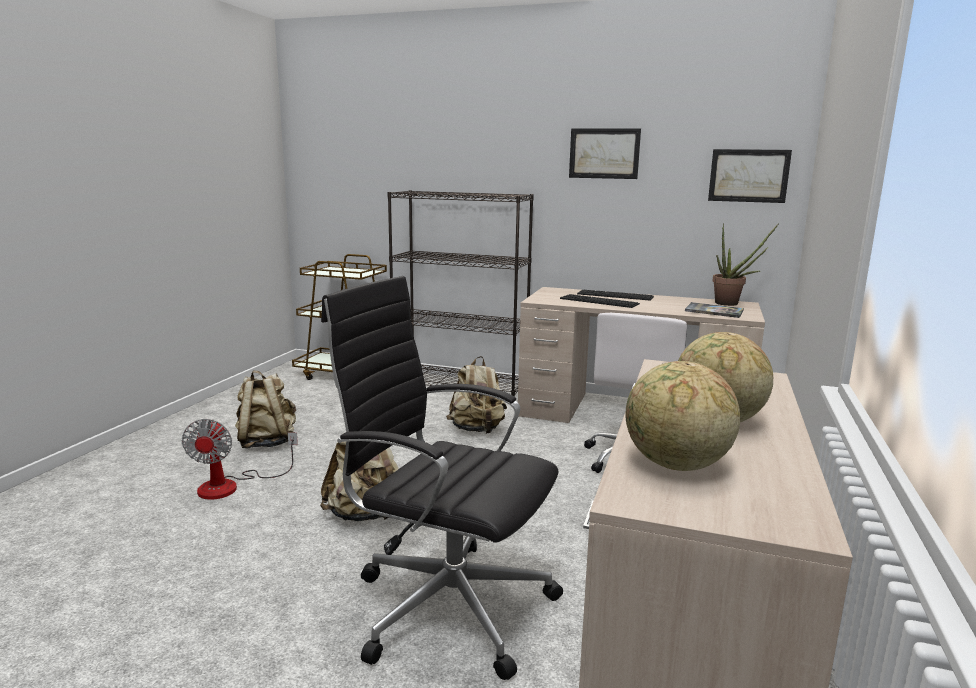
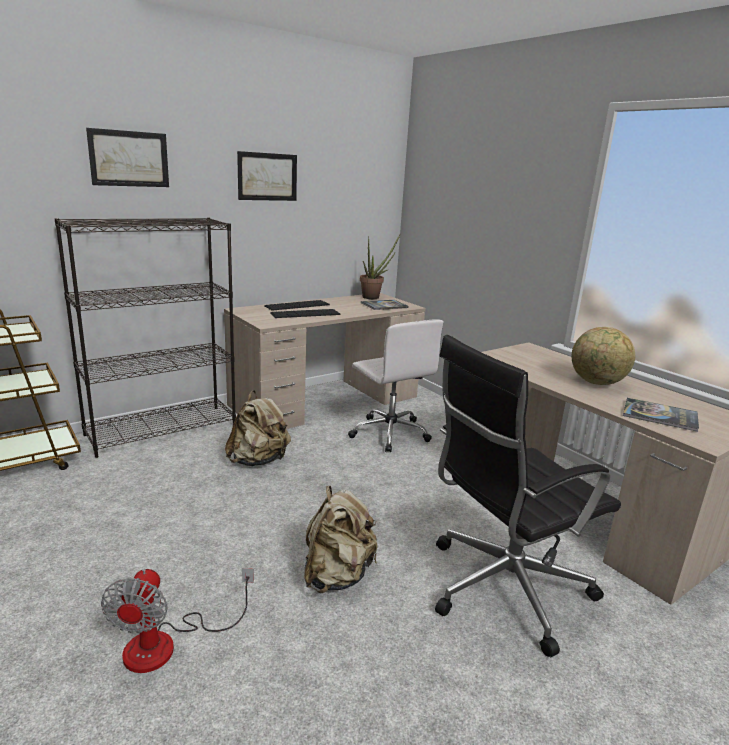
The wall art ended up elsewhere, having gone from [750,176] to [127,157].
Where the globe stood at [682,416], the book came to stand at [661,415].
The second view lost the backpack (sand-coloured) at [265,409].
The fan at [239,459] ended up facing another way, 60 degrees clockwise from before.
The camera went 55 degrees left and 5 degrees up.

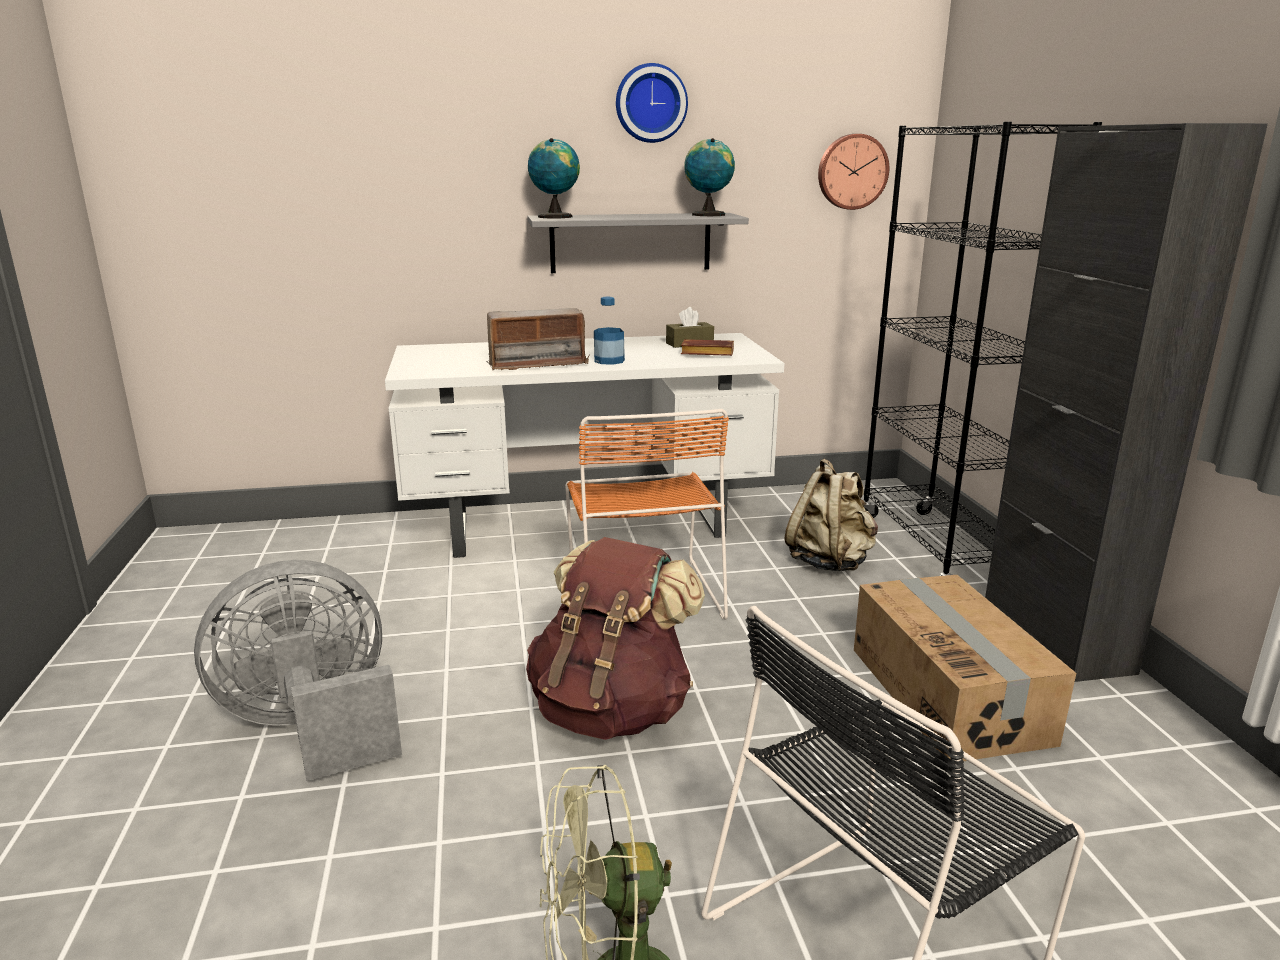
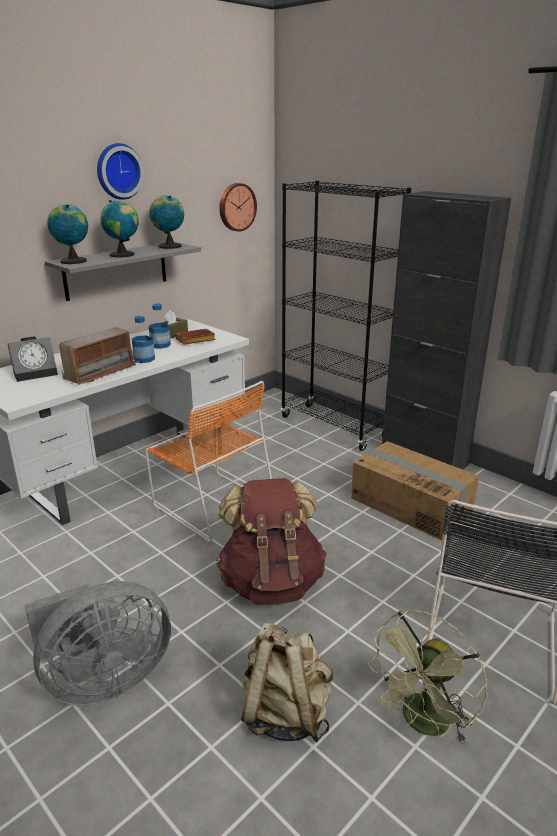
The backpack (sand-coloured) ended up elsewhere, having gone from [831,515] to [287,682].
The fan (gray) at [298,670] ended up facing another way, 150 degrees counterclockwise from before.
The second view gained the globe at [119,228].
The second view gained the bottle at [160,326].
The second view gained the alarm clock at [33,359].
The camera went 35 degrees left and 5 degrees up.

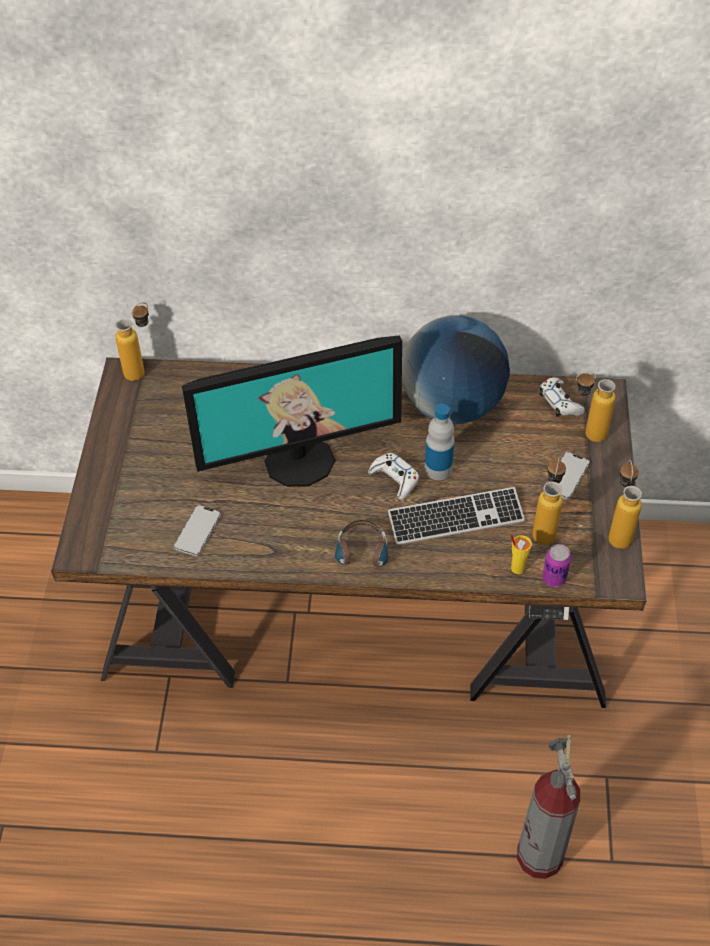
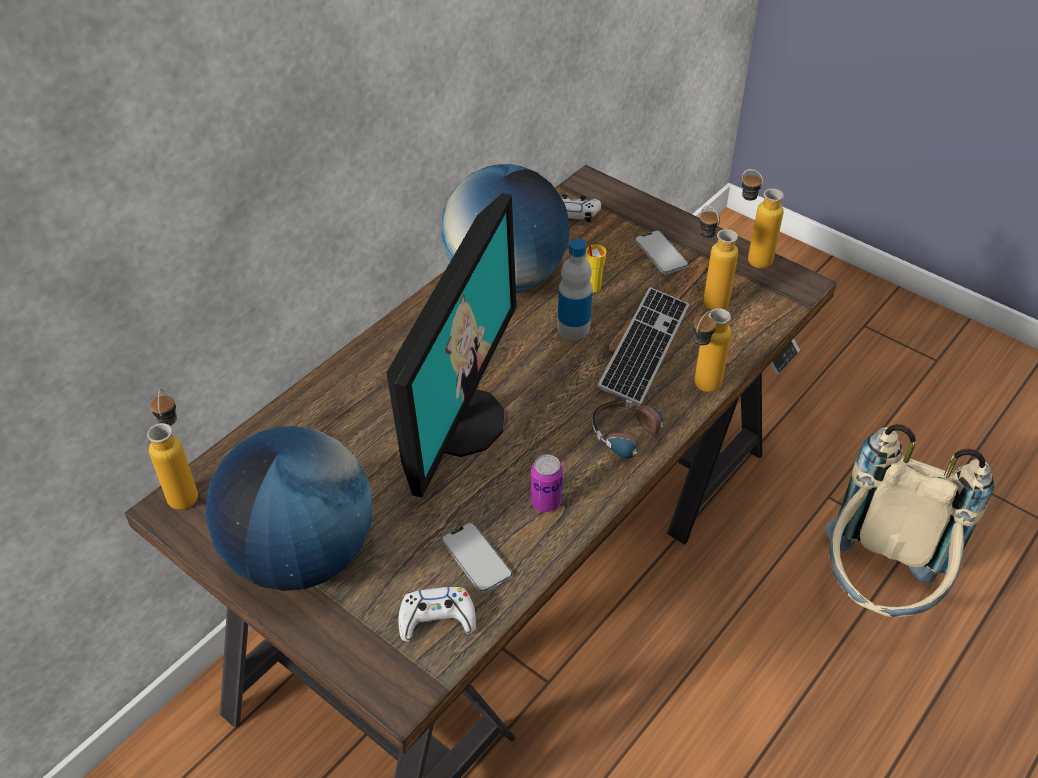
The bottle ended up elsewhere, having gone from [596,407] to [712,350].
The joypad (white) ended up elsewhere, having gone from [393,476] to [437,614].
The small cup (yellow) ended up elsewhere, having gone from [521,554] to [596,268].
The can ended up elsewhere, having gone from [556,565] to [547,483].
Where the extinguisher stood at [548,806], the backpack (sand-coloured) came to stand at [910,520].
The second view gained the globe at [288,508].
The camera went 55 degrees left and 5 degrees down.

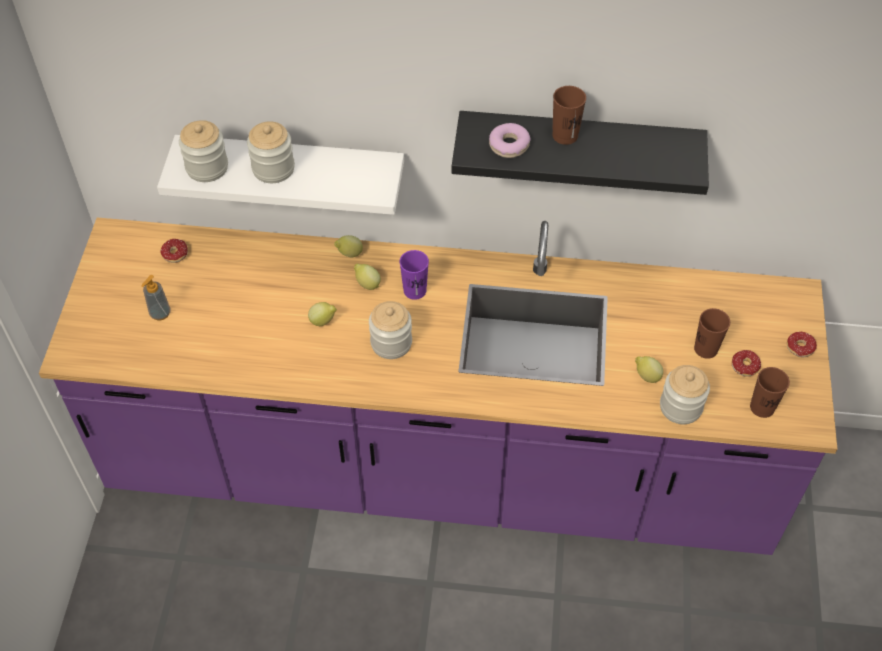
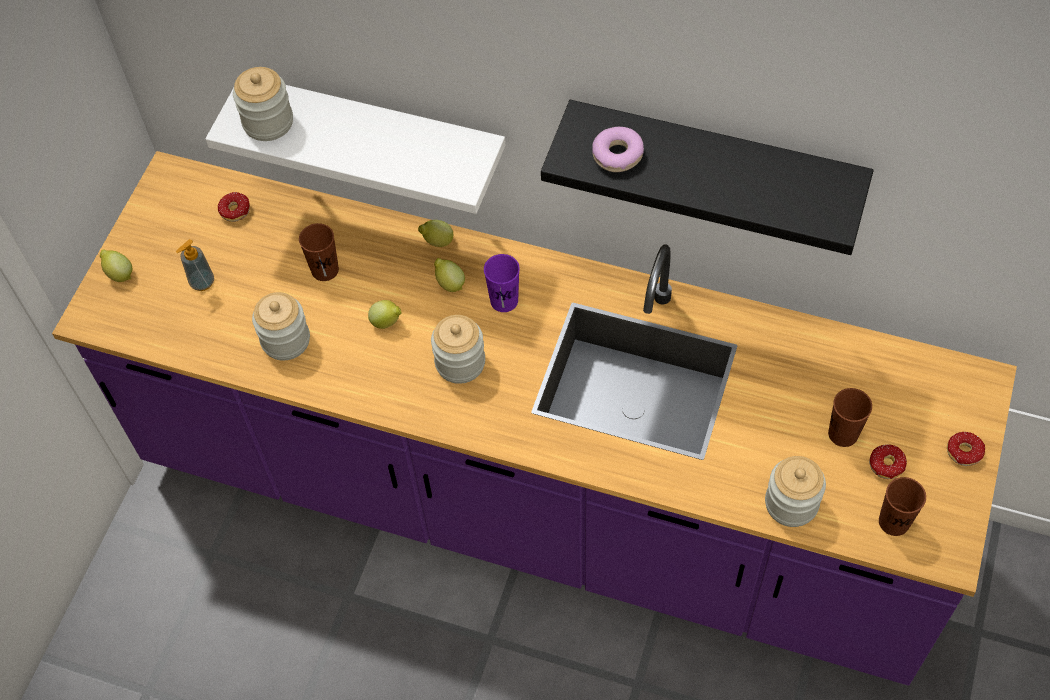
The small cup (brown) ended up elsewhere, having gone from [569,115] to [319,252].
The storage jar ended up elsewhere, having gone from [271,152] to [281,326].
The citrus fruit ended up elsewhere, having gone from [649,369] to [116,265].
The camera went 15 degrees right and 5 degrees up.

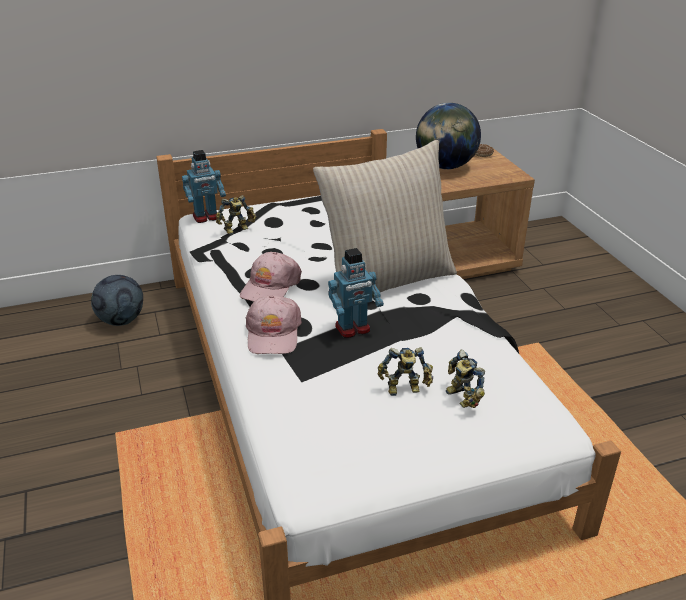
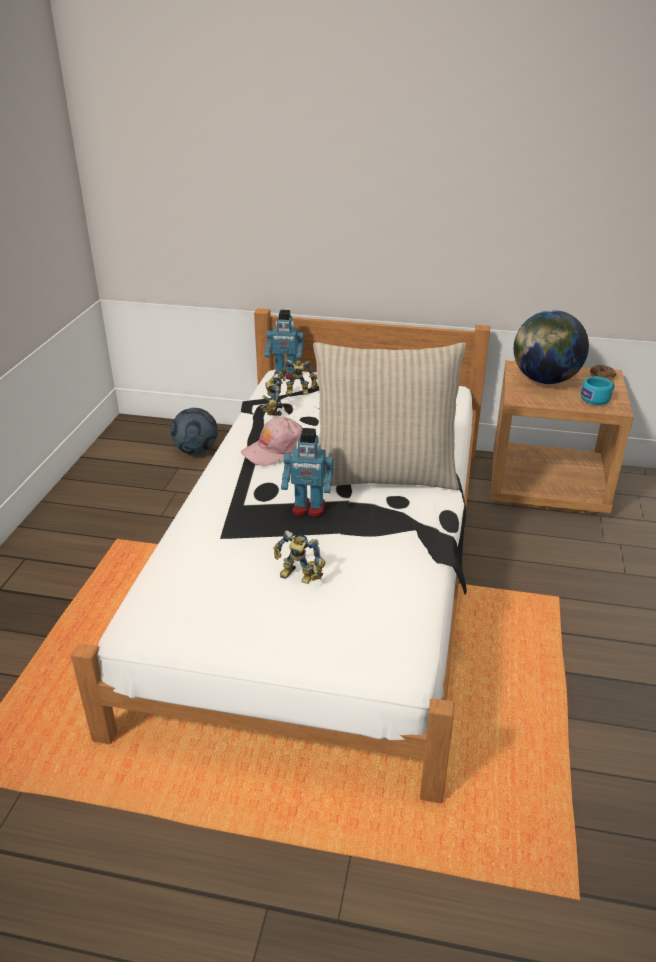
The second view lost the cap (pink) at [273,324].
The toy robot ended up elsewhere, having gone from [465,379] to [272,394].
The second view gained the small cup (blue-green) at [597,391].
The camera went 30 degrees right and 0 degrees up.

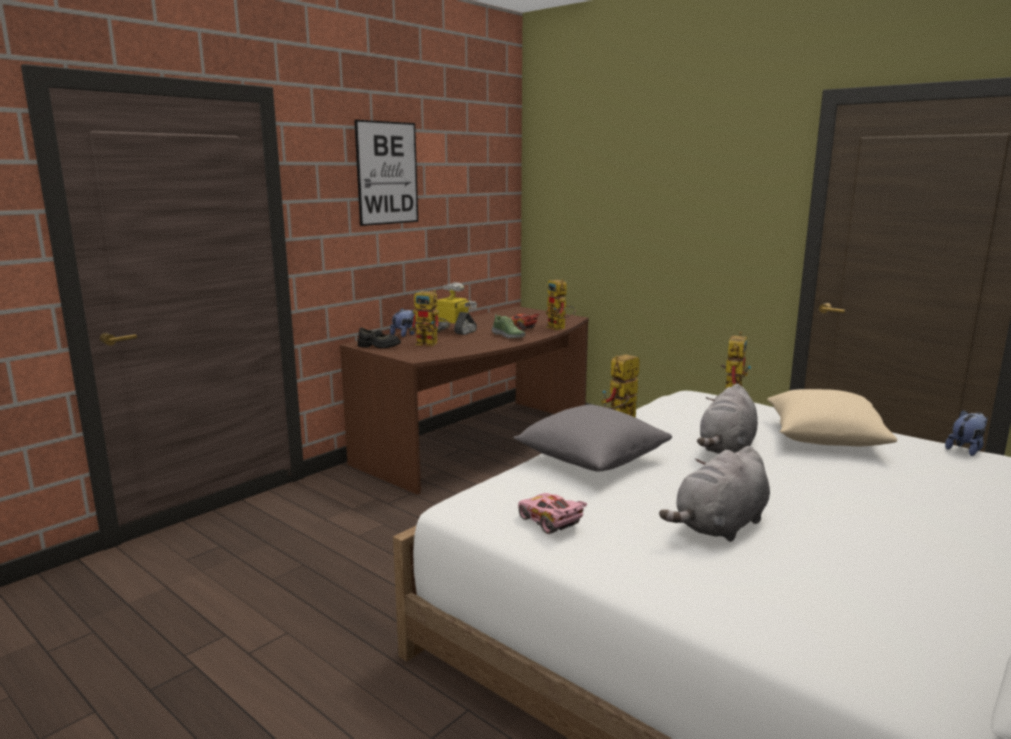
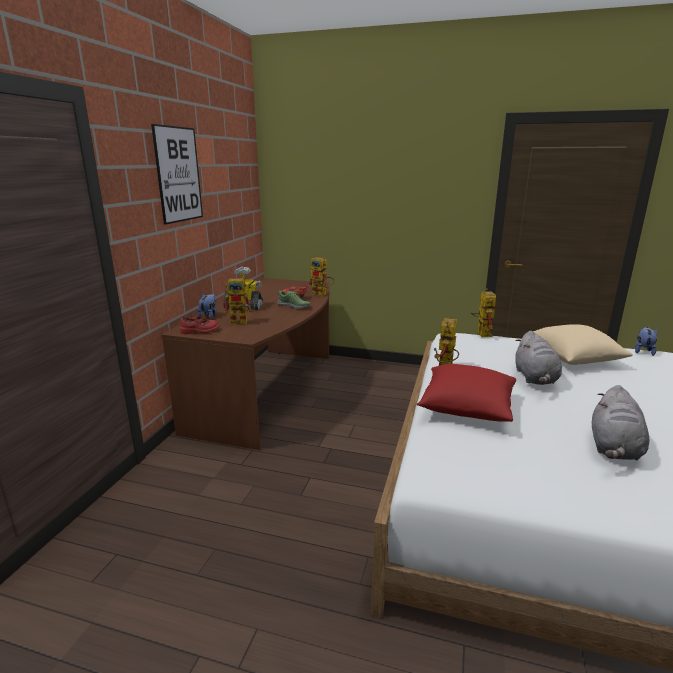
What was the shoe (black) at [379,338] turned into the shoe (red-coloured) at [200,325].
What was the pillow (gray) at [592,438] turned into the pillow (red-coloured) at [466,393].
The second view lost the model car (pink) at [552,513].
The camera went 25 degrees left and 5 degrees up.

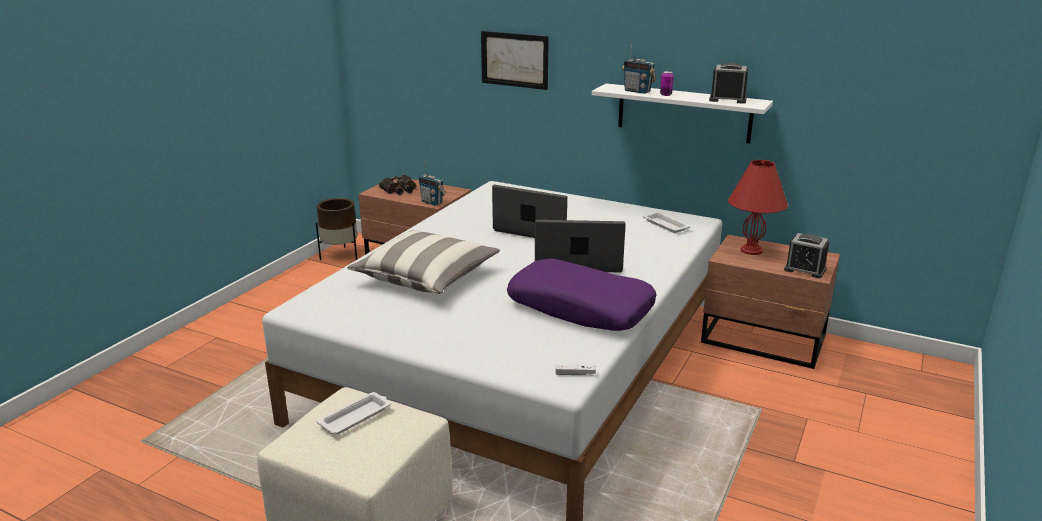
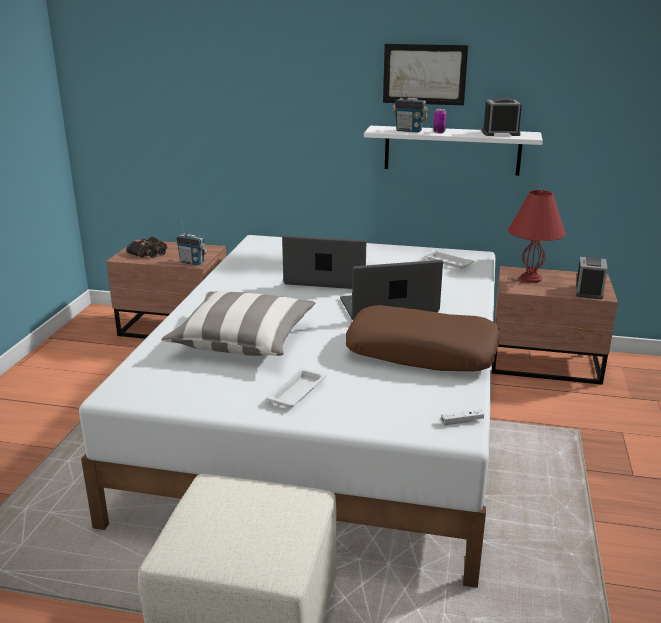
The wall art ended up elsewhere, having gone from [515,60] to [425,74].
The second view lost the planter (brown) at [336,229].
The alarm clock at [806,255] ended up facing another way, 90 degrees counterclockwise from before.
What was the pillow (purple-coloured) at [581,295] turned into the pillow (brown) at [423,338].
The serving tray (white) ended up elsewhere, having gone from [353,413] to [296,388].
The camera went 15 degrees left and 0 degrees up.

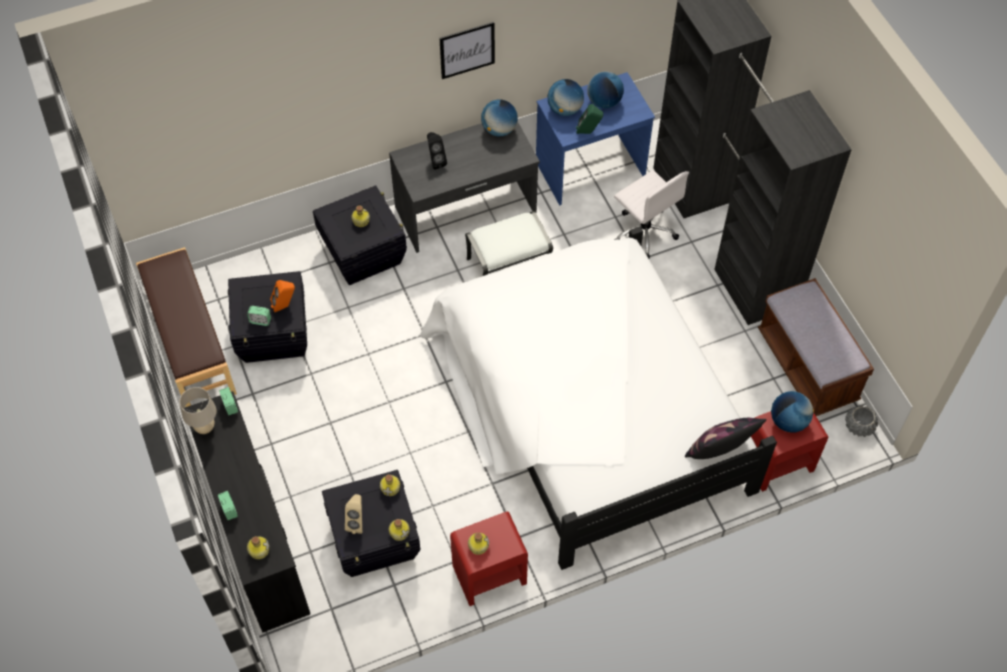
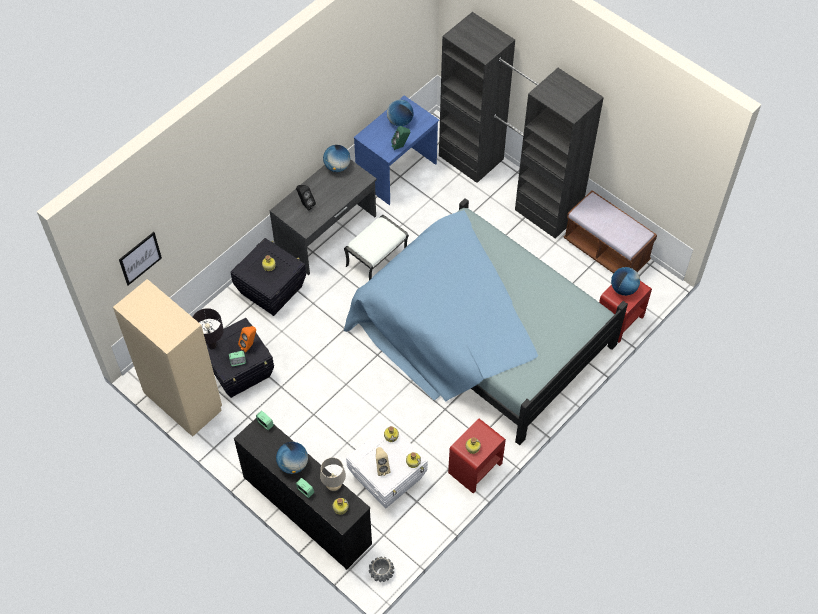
The wall art ended up elsewhere, having gone from [467,50] to [140,258].
The globe ended up elsewhere, having gone from [566,97] to [292,458].
The second view lost the computer chair (white) at [651,214].
What was the bed (white) at [598,398] turned into the bed (blue-coloured) at [486,321].
Where the indoor bench (brown) stood at [186,327], the wardrobe (sand-coloured) came to stand at [167,358].
The tabletop lamp (sand-coloured) ended up elsewhere, having gone from [197,410] to [333,474].
The planter (gray) ended up elsewhere, having gone from [861,421] to [382,569].
The second view lost the pillow at [726,438].
What was the storage container (black) at [371,523] turned into the storage container (white) at [387,466].
The second view gained the tabletop lamp (black) at [208,328].
The camera went 25 degrees left and 0 degrees up.

